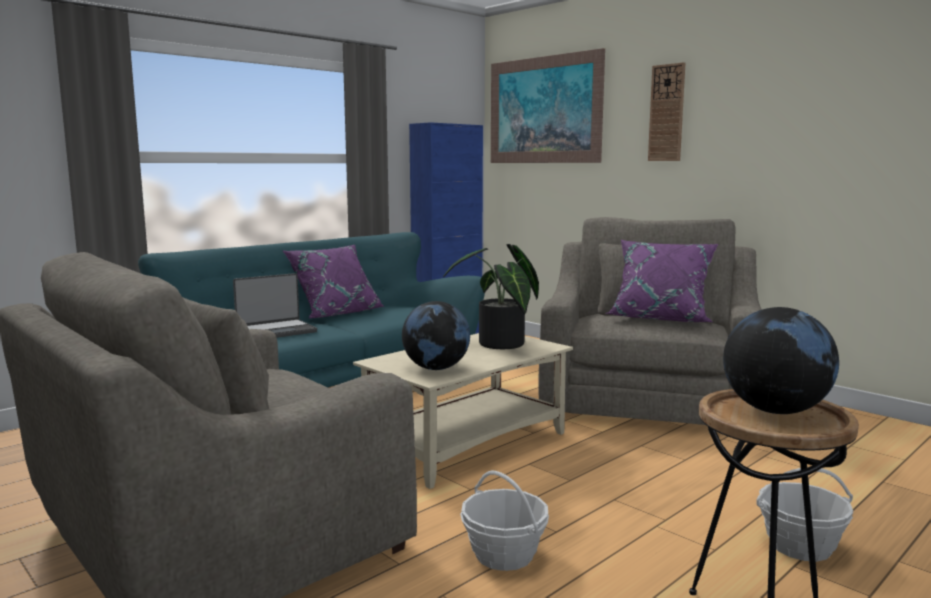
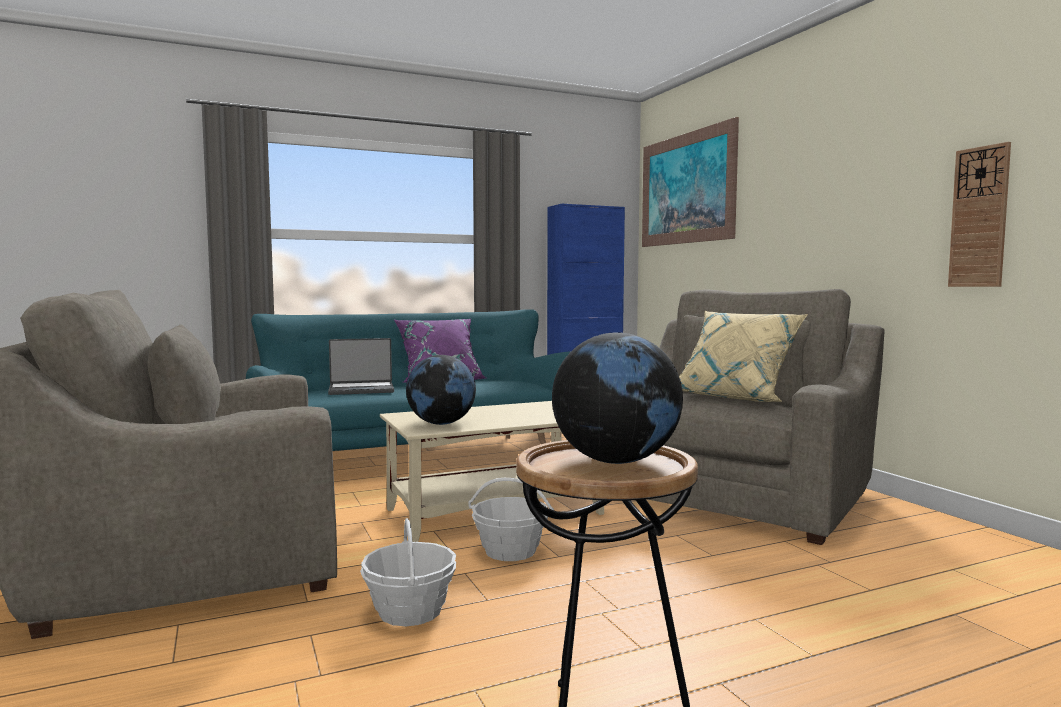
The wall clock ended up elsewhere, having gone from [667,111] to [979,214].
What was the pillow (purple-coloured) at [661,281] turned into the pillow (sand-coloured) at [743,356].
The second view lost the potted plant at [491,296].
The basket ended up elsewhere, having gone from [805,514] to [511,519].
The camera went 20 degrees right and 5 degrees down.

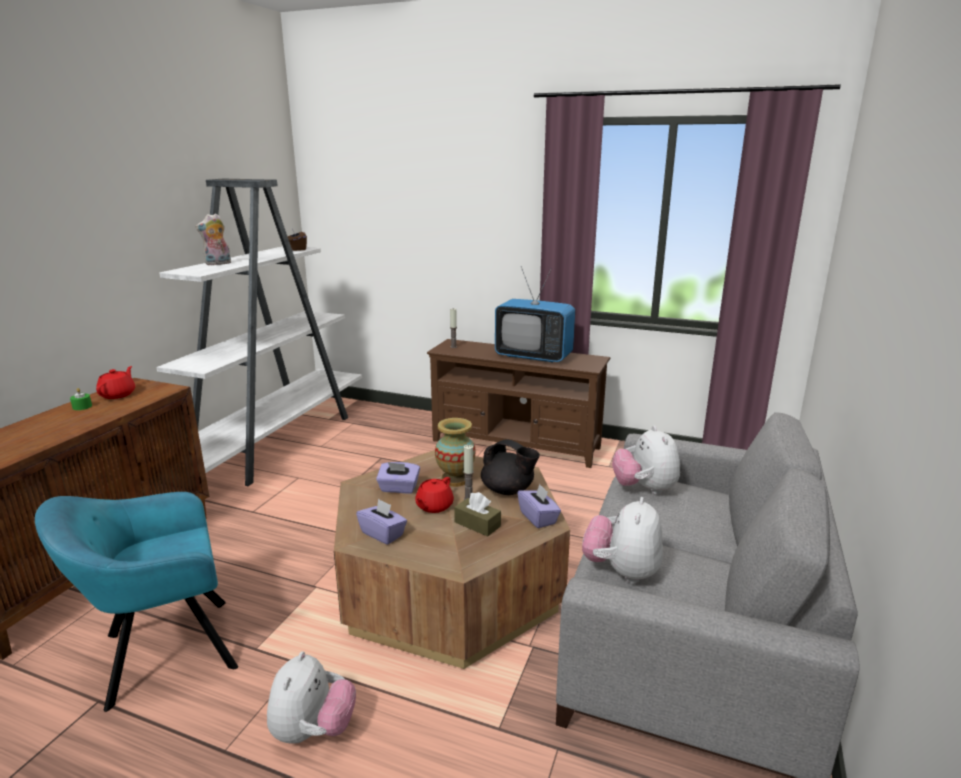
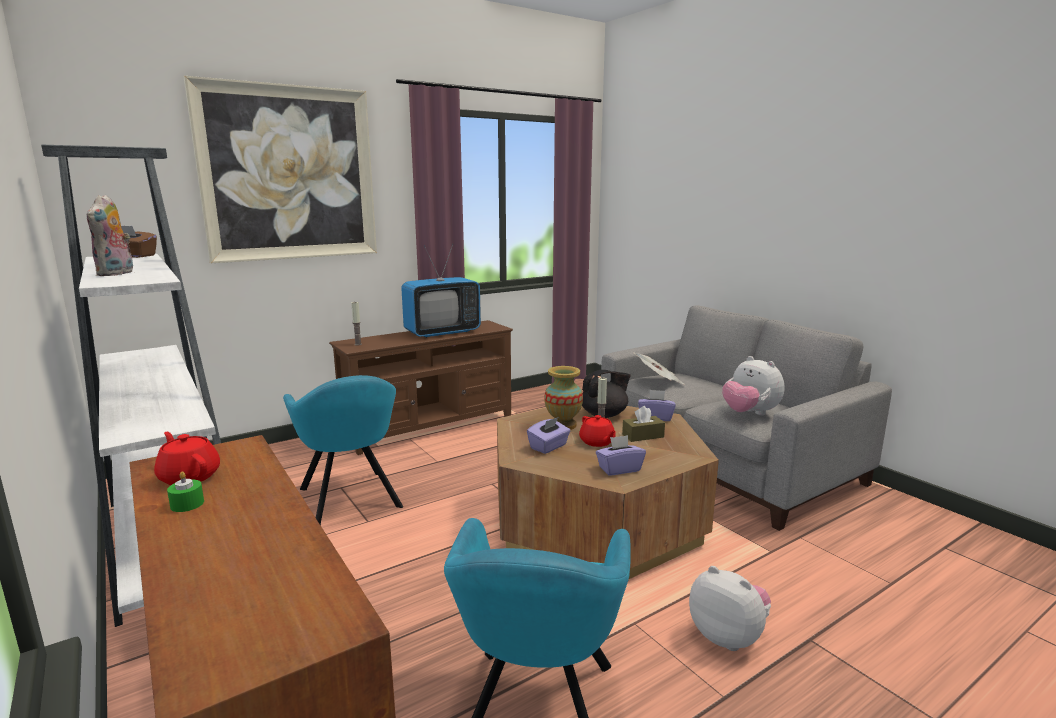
Where the soft toy stood at [646,460], the printed paper came to stand at [658,368].
The second view gained the wall art at [280,169].
The second view gained the easy chair (blue-green) at [343,450].
The camera went 55 degrees left and 5 degrees down.

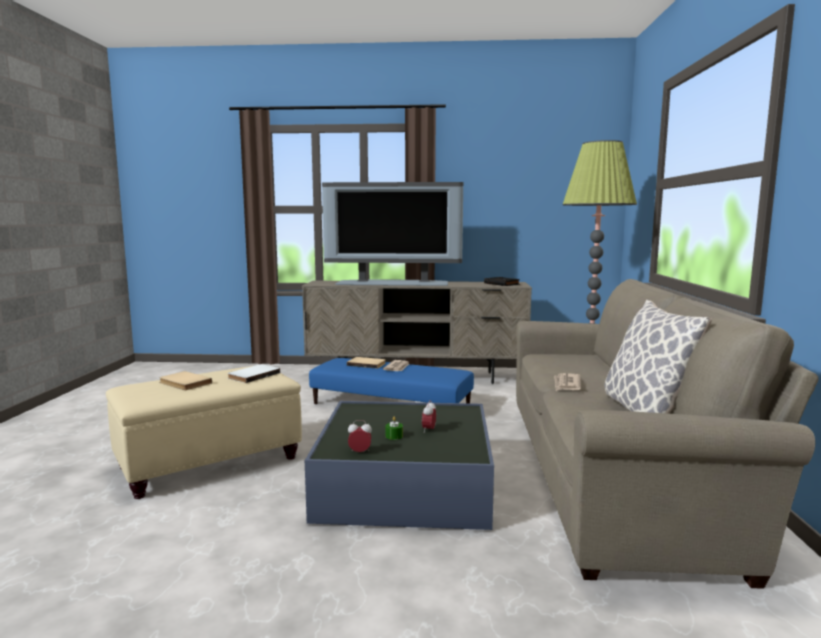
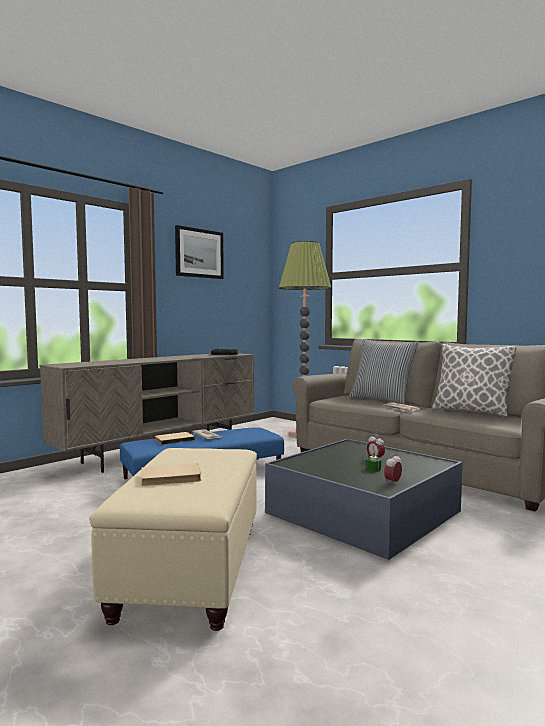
The second view lost the television at [392,234].
The second view lost the book (white) at [254,373].
The second view gained the wall art at [199,252].
The second view gained the pillow at [384,372].
The camera went 50 degrees left and 5 degrees down.

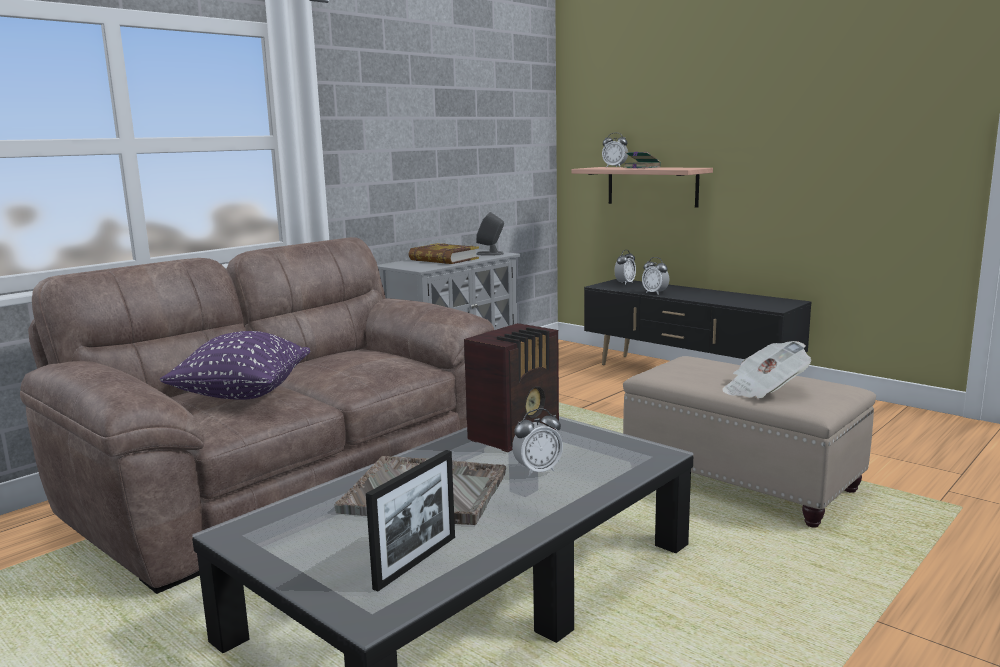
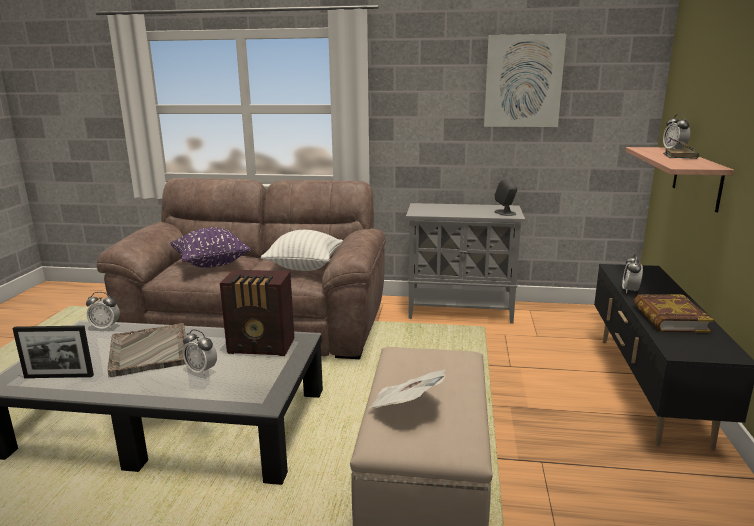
The book ended up elsewhere, having gone from [443,253] to [673,314].
The alarm clock ended up elsewhere, having gone from [625,267] to [103,311].
The second view gained the wall art at [525,80].
The second view gained the pillow (white) at [302,250].
The camera went 55 degrees right and 5 degrees up.

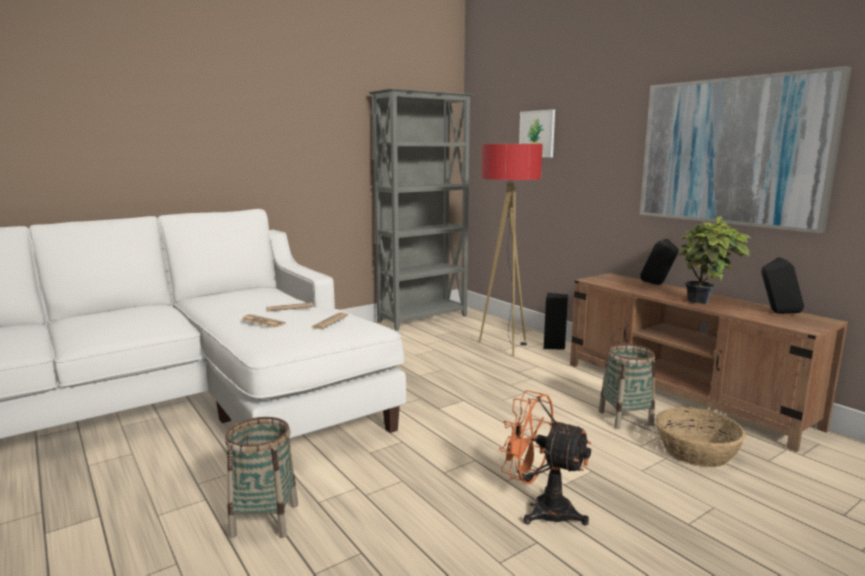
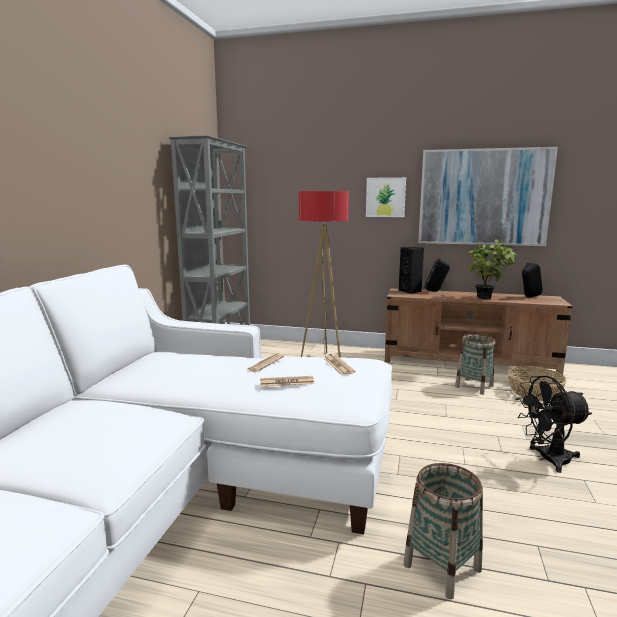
The wall art ended up elsewhere, having gone from [537,133] to [386,197].
The speaker (black) ended up elsewhere, having gone from [556,321] to [411,270].
What was the fan (orange-coloured) at [545,457] turned into the fan (black) at [553,424].
The camera went 40 degrees left and 0 degrees up.

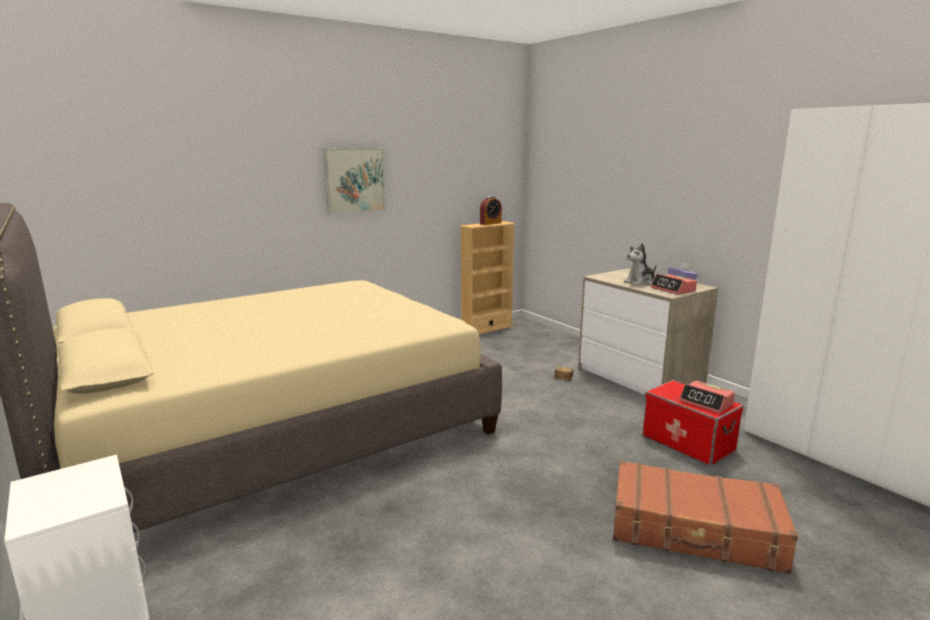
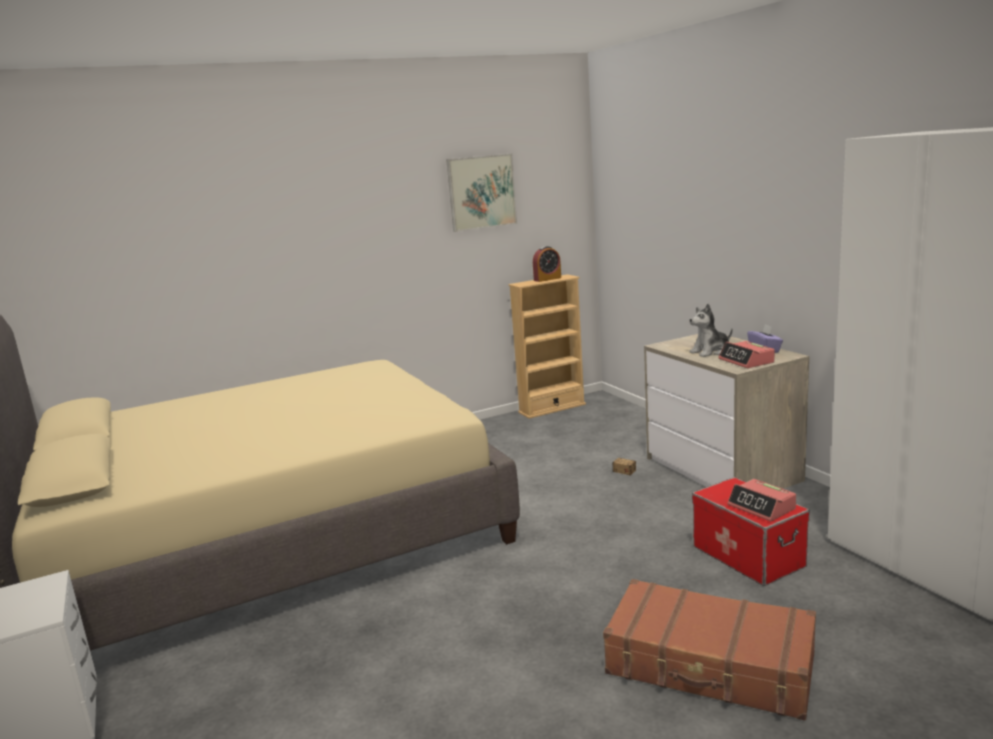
The wall art ended up elsewhere, having gone from [354,181] to [481,193].
The camera went 10 degrees right and 0 degrees up.

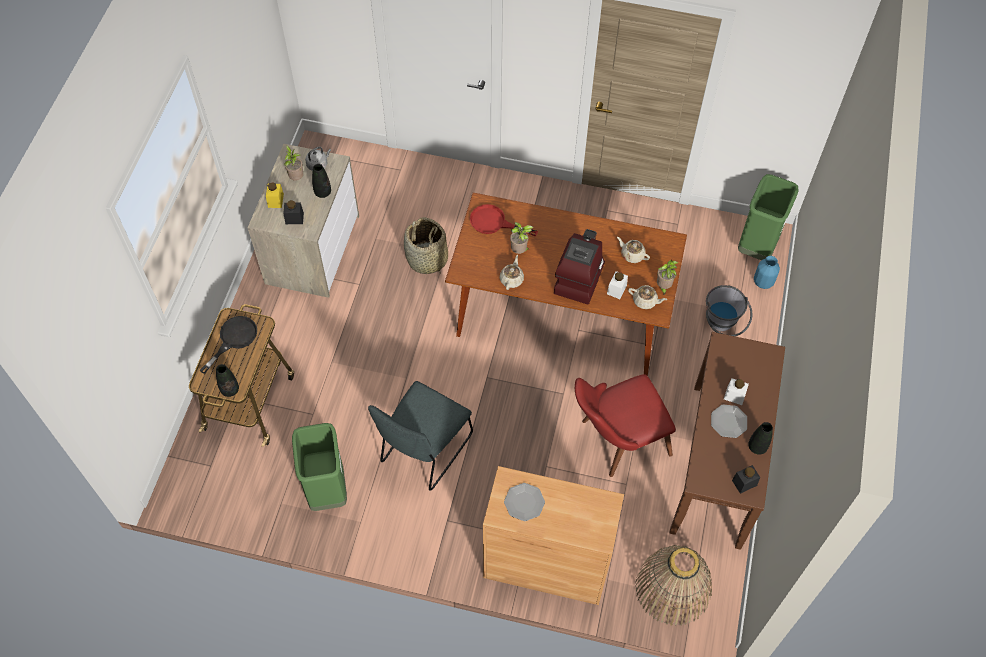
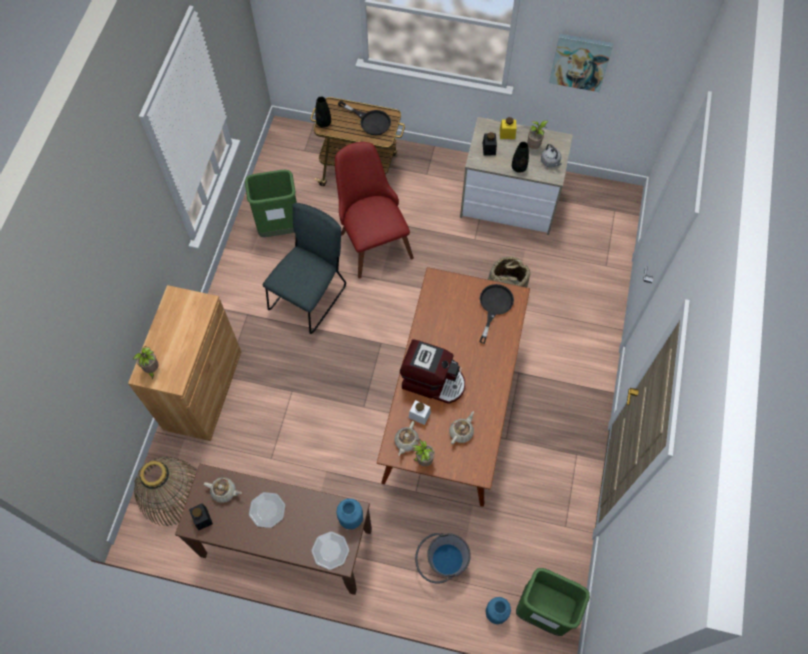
What was the pan (red-coloured) at [504,220] turned into the pan (black) at [496,314].
The potted plant ended up elsewhere, having gone from [521,238] to [146,362].
The tea pot (sand-coloured) ended up elsewhere, having gone from [512,272] to [223,490].
The upright chair (red-coloured) ended up elsewhere, having gone from [625,425] to [374,210].
The second view lost the storage jar (white) at [736,391].
The upright chair (gray) at [420,436] ended up facing another way, 90 degrees clockwise from before.
The second view lost the vase (black) at [760,438].
The plate ended up elsewhere, having gone from [524,502] to [330,550].
The second view gained the wall art at [581,63].
The second view gained the vase (blue-coloured) at [350,513].
The camera went 90 degrees right and 5 degrees up.

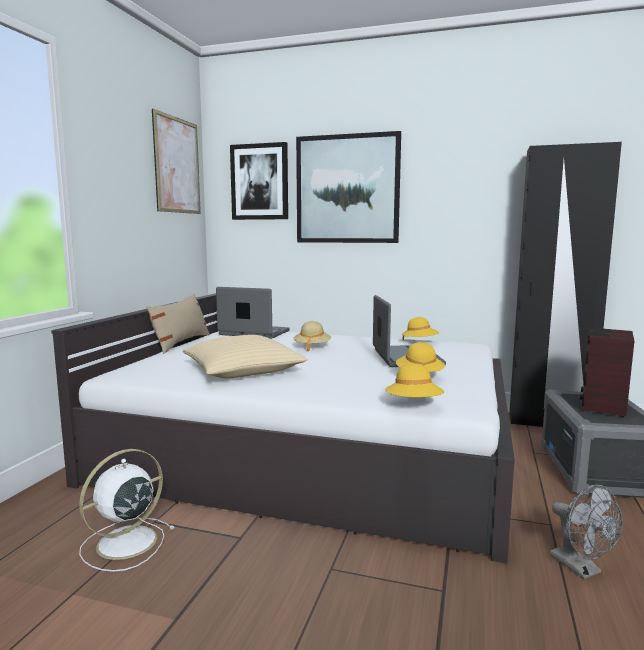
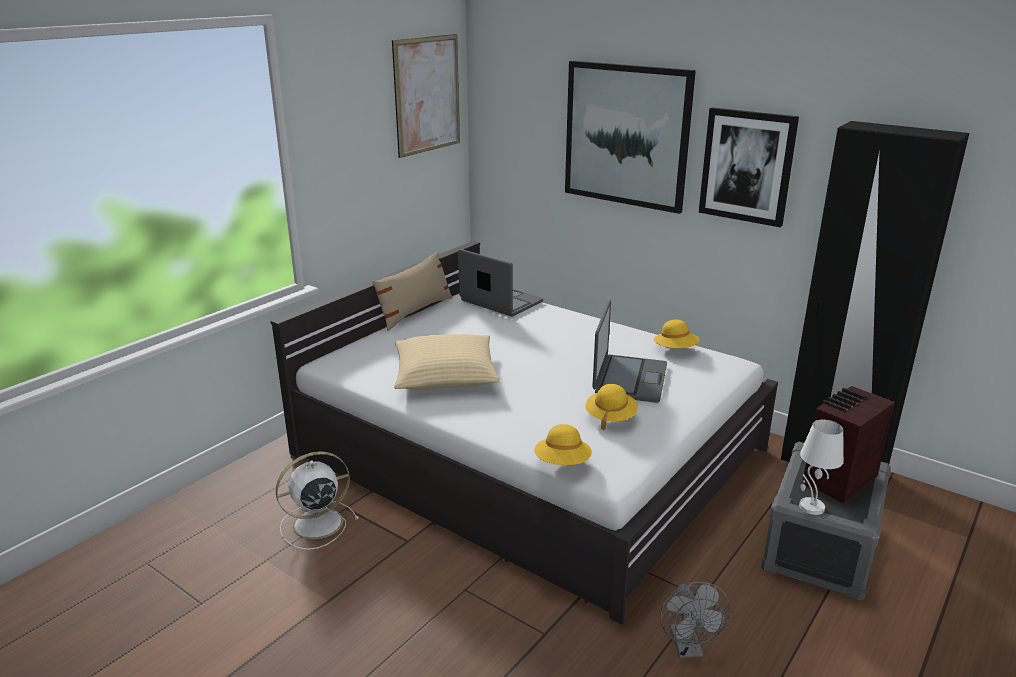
The wall art ended up elsewhere, having gone from [259,181] to [749,167].
The second view lost the clothing hat (sand-coloured) at [312,336].
The second view gained the tabletop lamp (white) at [821,467].
The camera went 20 degrees right and 15 degrees up.

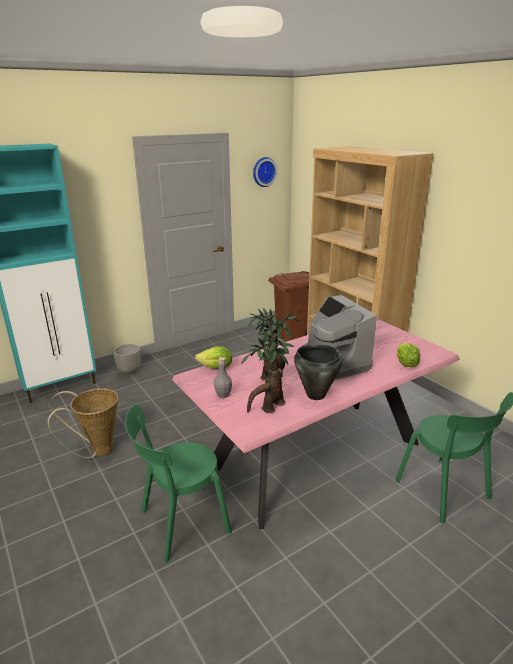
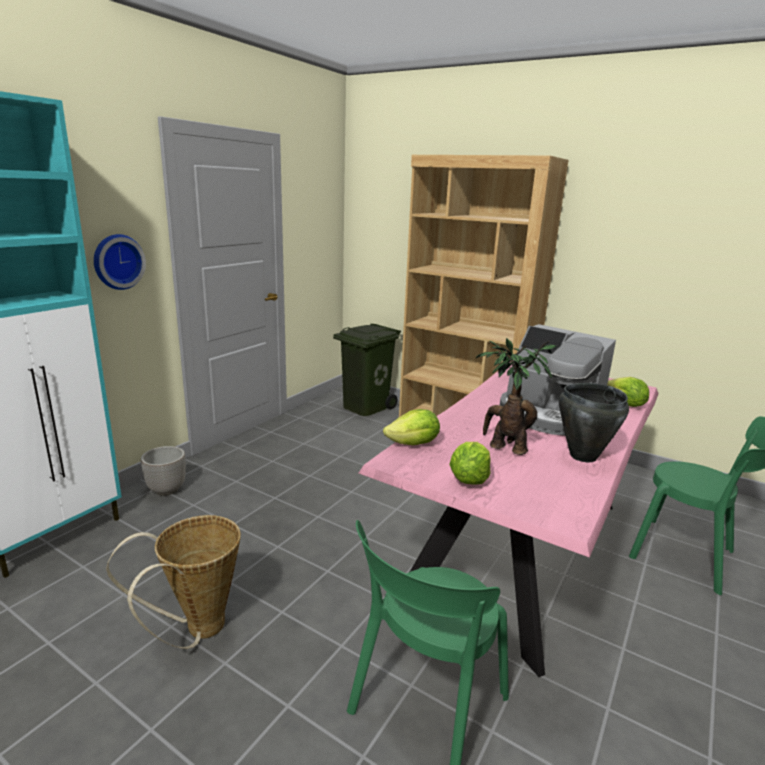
The wall clock ended up elsewhere, having gone from [265,172] to [120,262].
What was the rubbish bin (brown) at [289,306] turned into the rubbish bin (greenish) at [367,370].
The second view lost the potted plant at [267,368].
Where the bottle (gray) stood at [223,377], the head of lettuce came to stand at [470,463].
The camera went 25 degrees left and 5 degrees down.

